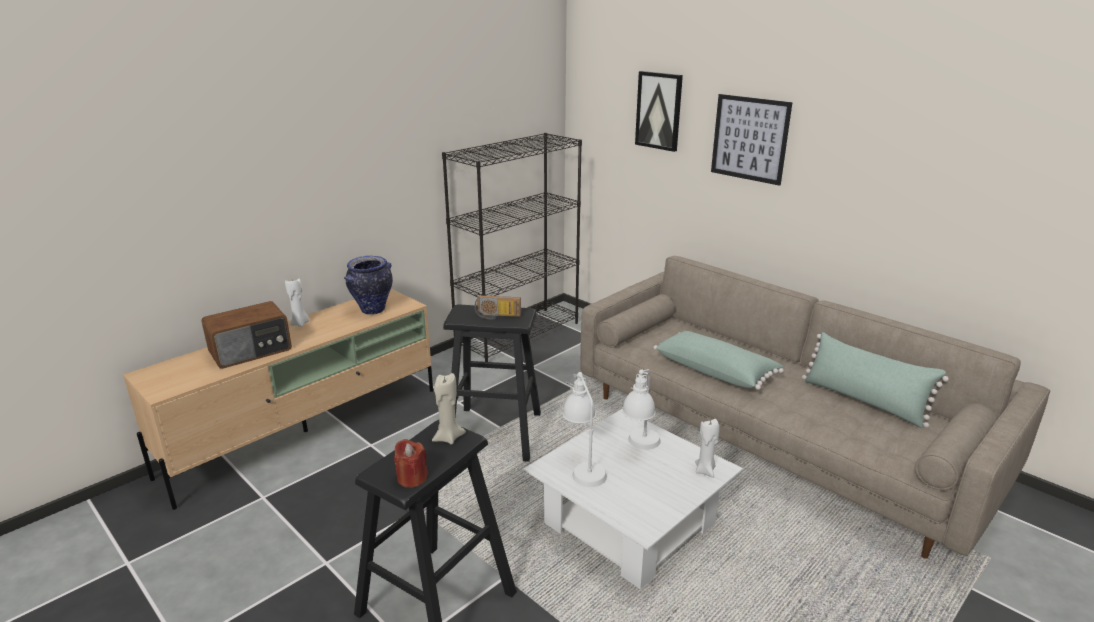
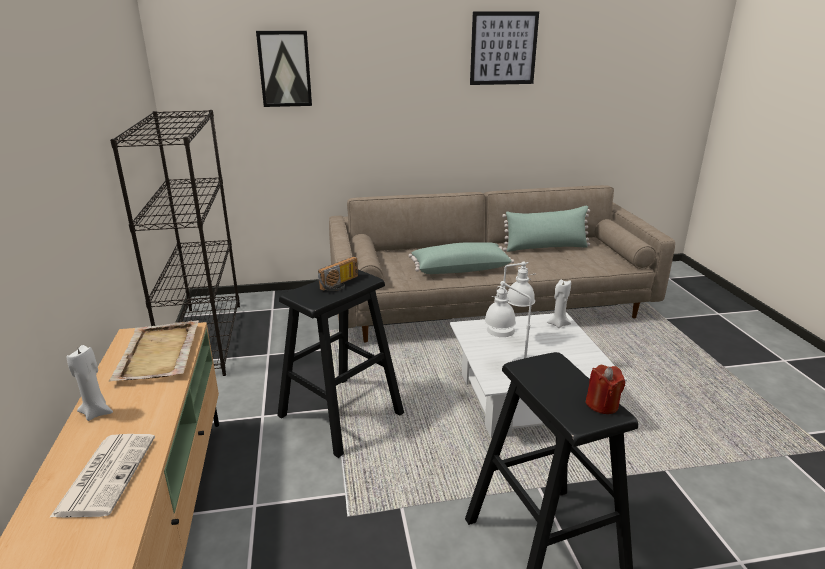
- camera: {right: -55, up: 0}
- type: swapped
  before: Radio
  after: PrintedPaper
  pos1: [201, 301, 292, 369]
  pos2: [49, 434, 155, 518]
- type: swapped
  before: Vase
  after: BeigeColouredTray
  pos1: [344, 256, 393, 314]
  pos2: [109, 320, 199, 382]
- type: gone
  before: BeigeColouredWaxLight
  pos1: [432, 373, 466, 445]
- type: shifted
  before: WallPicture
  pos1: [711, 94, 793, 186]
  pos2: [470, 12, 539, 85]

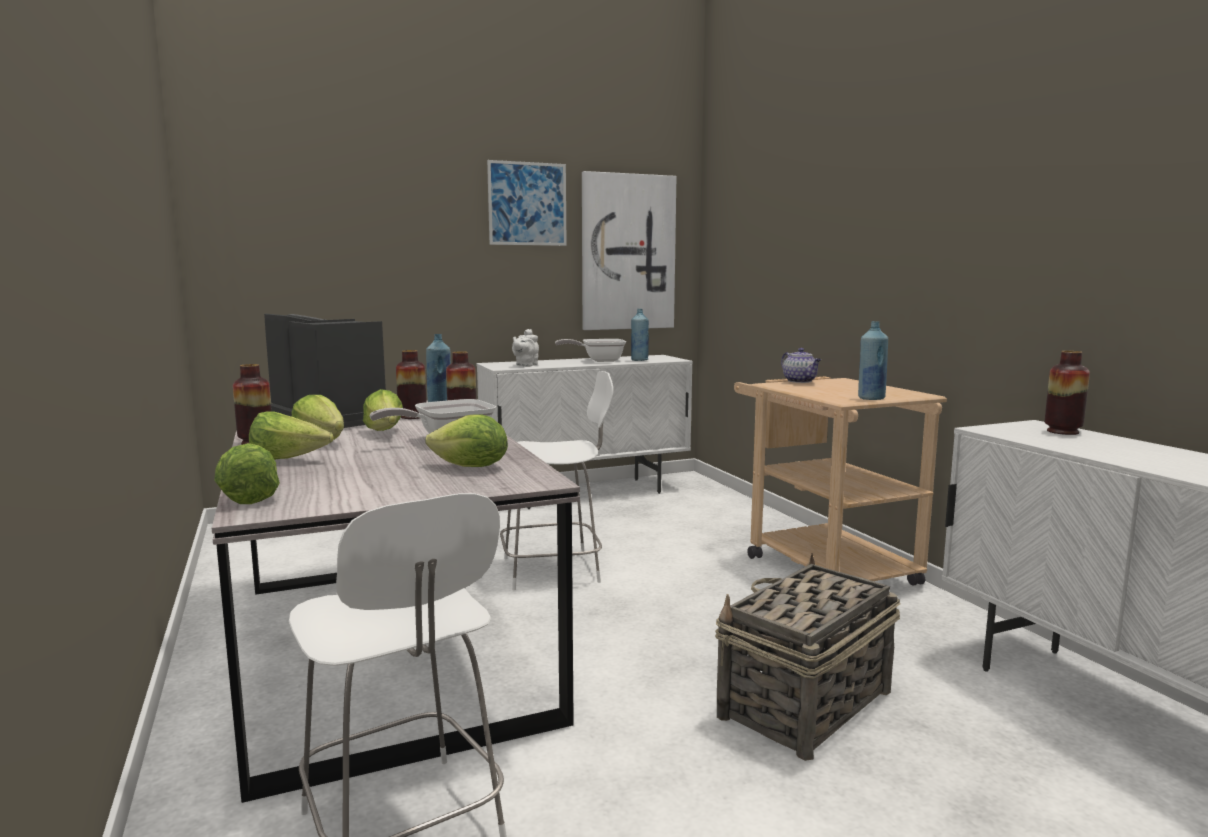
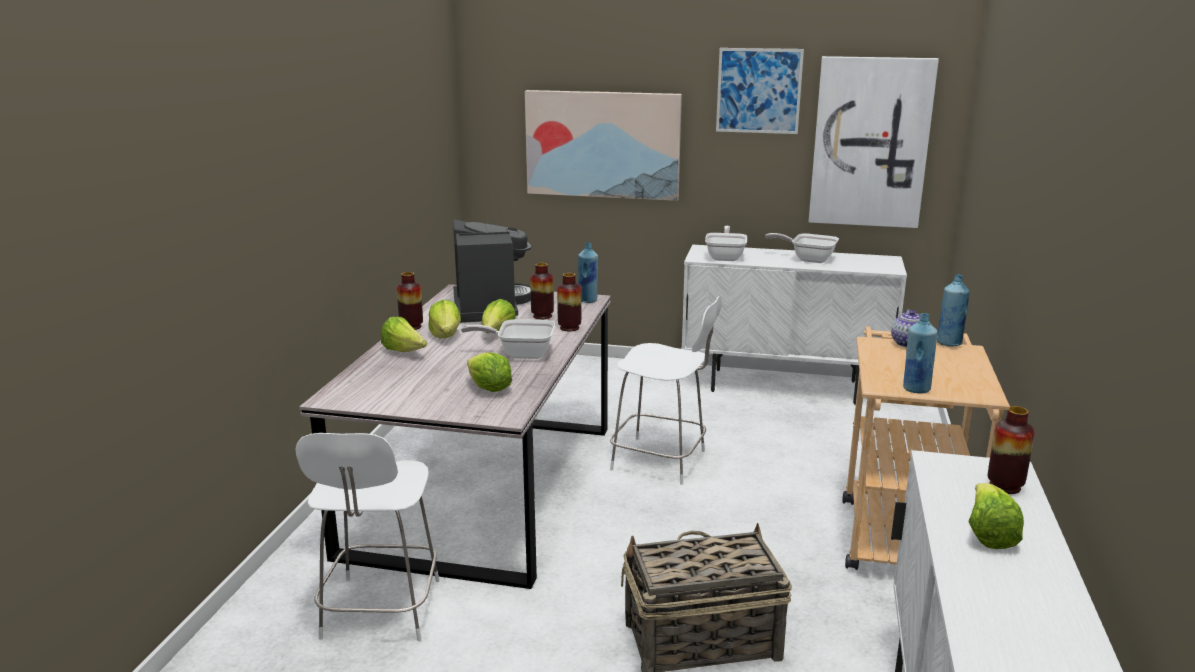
- camera: {right: 35, up: 10}
- type: shifted
  before: LettuceHead
  pos1: [214, 443, 280, 504]
  pos2: [968, 483, 1024, 549]
- type: swapped
  before: WhiteColouredTeaPot
  after: Skillet
  pos1: [512, 329, 539, 367]
  pos2: [705, 226, 747, 261]
- type: shifted
  before: BlueBeverageBottle
  pos1: [631, 309, 649, 361]
  pos2: [937, 274, 970, 347]
- type: new
  after: WallPicture
  pos2: [525, 90, 682, 201]

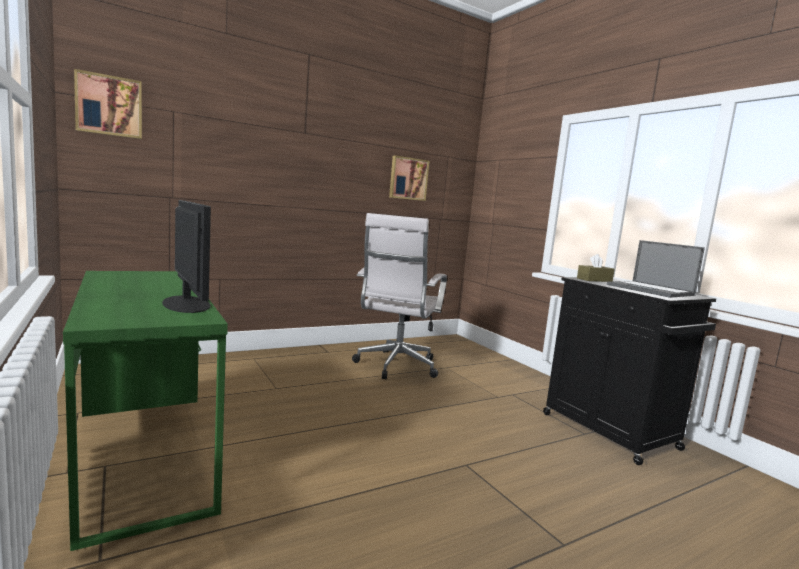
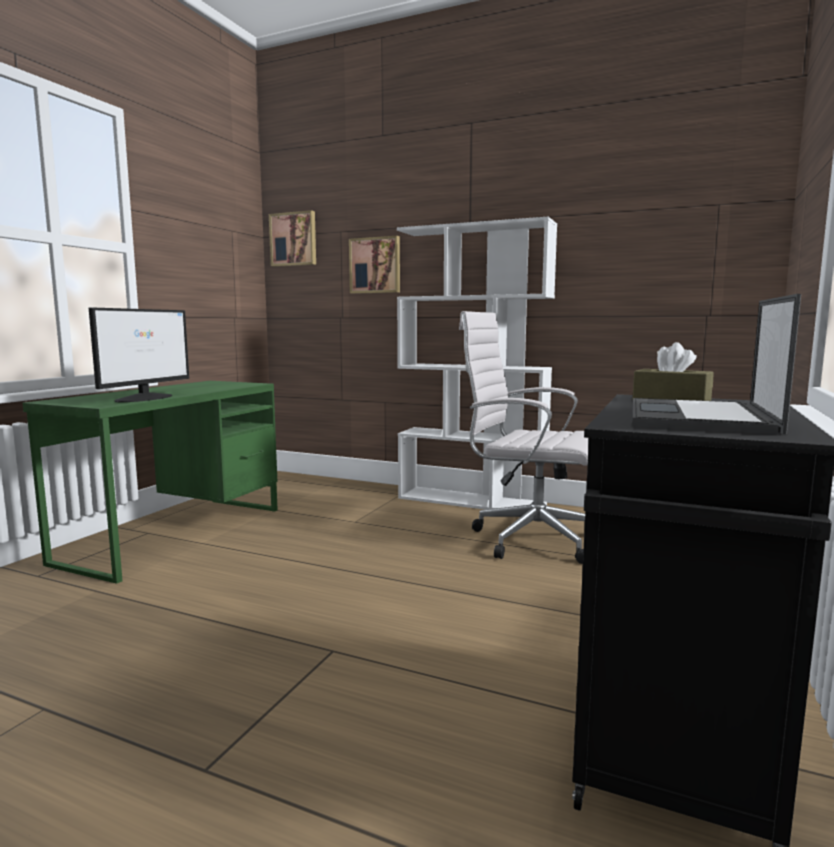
- camera: {right: 55, up: 0}
- type: rotated
  before: WhiteColouredDeskChair
  pos1: [352, 213, 447, 380]
  pos2: [459, 311, 589, 564]
  turn: 45
- type: shifted
  before: WallPicture
  pos1: [389, 155, 429, 201]
  pos2: [349, 236, 400, 294]
- type: new
  after: WhiteColouredBookshelf
  pos2: [397, 217, 557, 510]

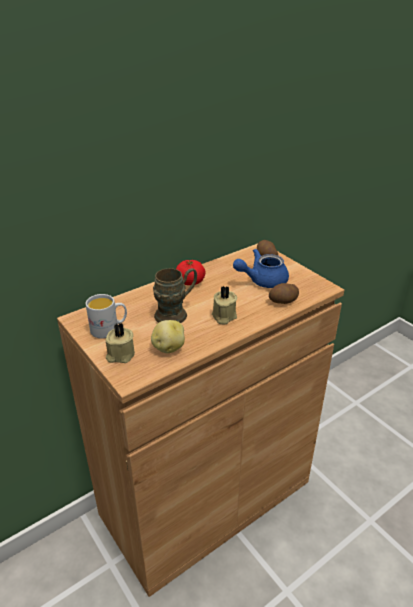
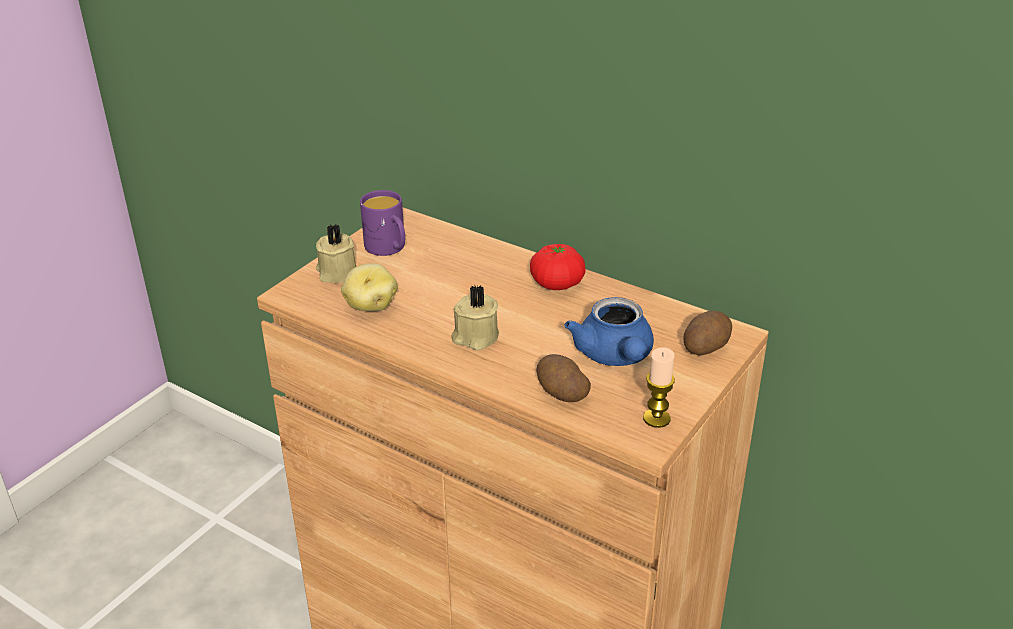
- camera: {right: 70, up: 0}
- type: repainted
  before: WhiteColouredCoffeeMug
  after: PurpleColouredCoffeeMug
  pos1: [86, 294, 127, 339]
  pos2: [360, 190, 405, 256]
- type: gone
  before: BrownCoffeeMug
  pos1: [153, 268, 197, 323]
- type: rotated
  before: BlueTeaPot
  pos1: [233, 249, 289, 288]
  pos2: [564, 297, 654, 366]
  turn: -150
- type: new
  after: WaxLight
  pos2: [643, 347, 675, 428]

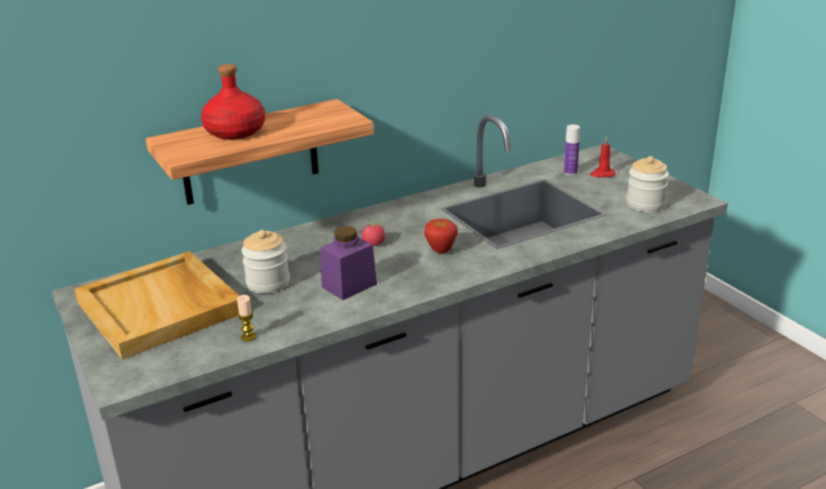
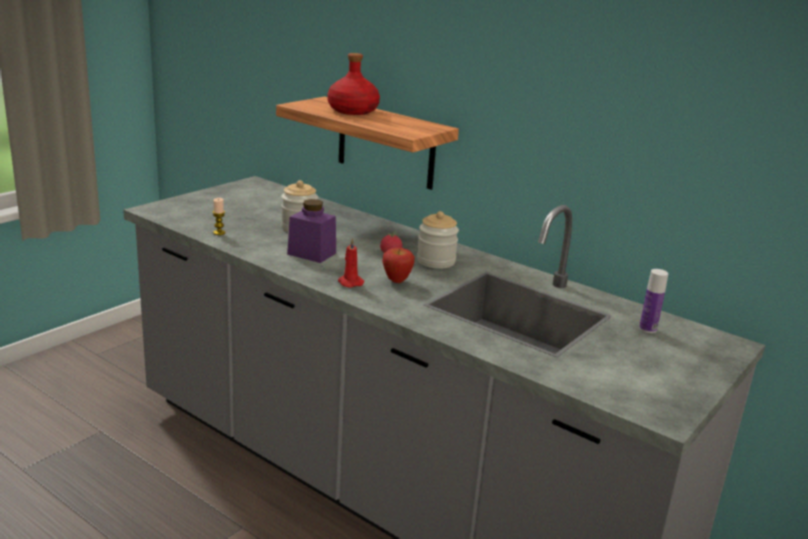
- camera: {right: 65, up: -5}
- type: gone
  before: BeigeColouredTray
  pos1: [74, 251, 239, 360]
- type: shifted
  before: RedWaxLight
  pos1: [590, 136, 615, 178]
  pos2: [338, 238, 364, 288]
- type: shifted
  before: StorageJar
  pos1: [627, 156, 669, 212]
  pos2: [417, 211, 459, 269]

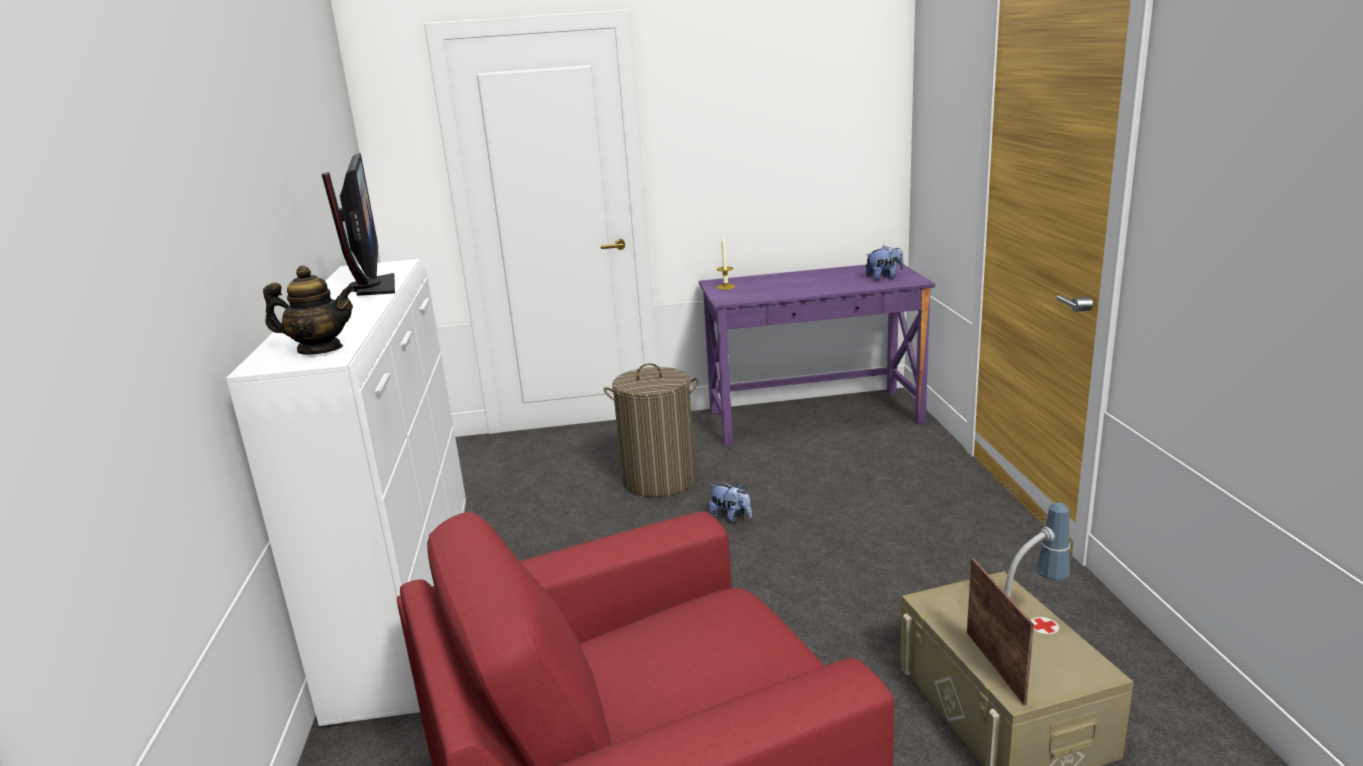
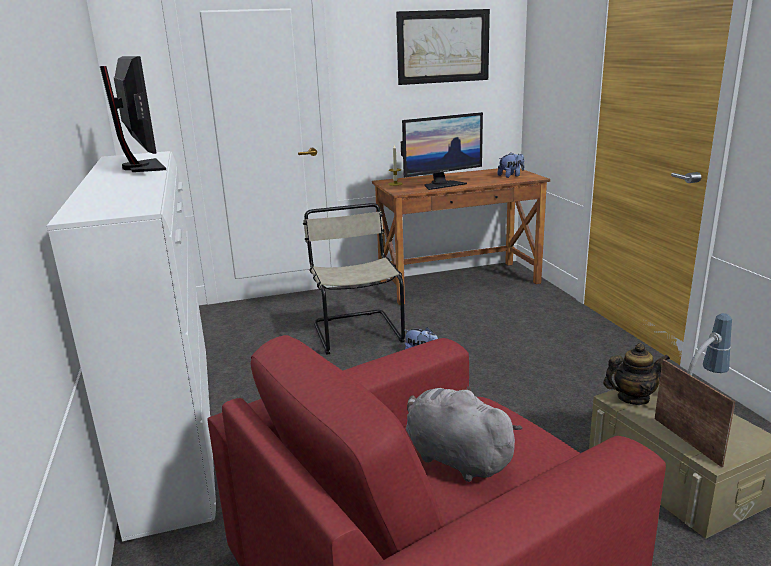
- camera: {right: -10, up: 0}
- type: shifted
  before: TeaPot
  pos1: [263, 265, 355, 355]
  pos2: [603, 343, 670, 405]
- type: swapped
  before: LaundryBasket
  after: BeigeColouredUprightChair
  pos1: [604, 363, 699, 497]
  pos2: [303, 203, 405, 354]
- type: repainted
  before: PurpleColouredDeskTable
  after: BrownDeskTable
  pos1: [699, 262, 935, 446]
  pos2: [372, 168, 550, 305]
- type: new
  after: WallPicture
  pos2: [396, 9, 490, 85]
- type: new
  after: ComputerScreen
  pos2: [401, 112, 483, 190]
- type: new
  after: GreyishSoftToy
  pos2: [406, 386, 522, 482]

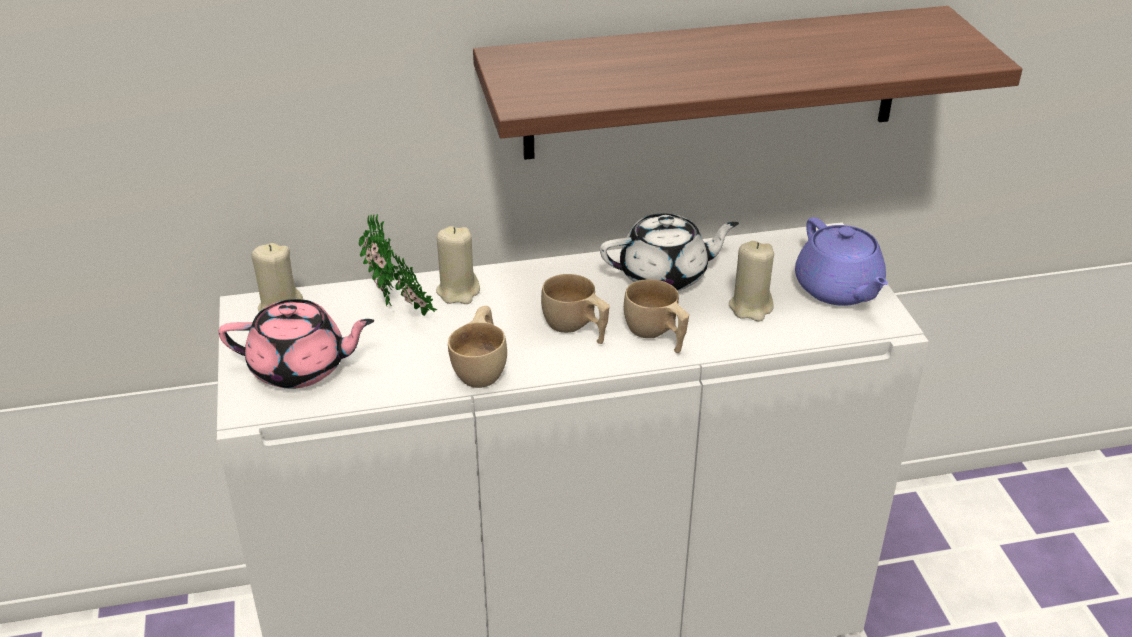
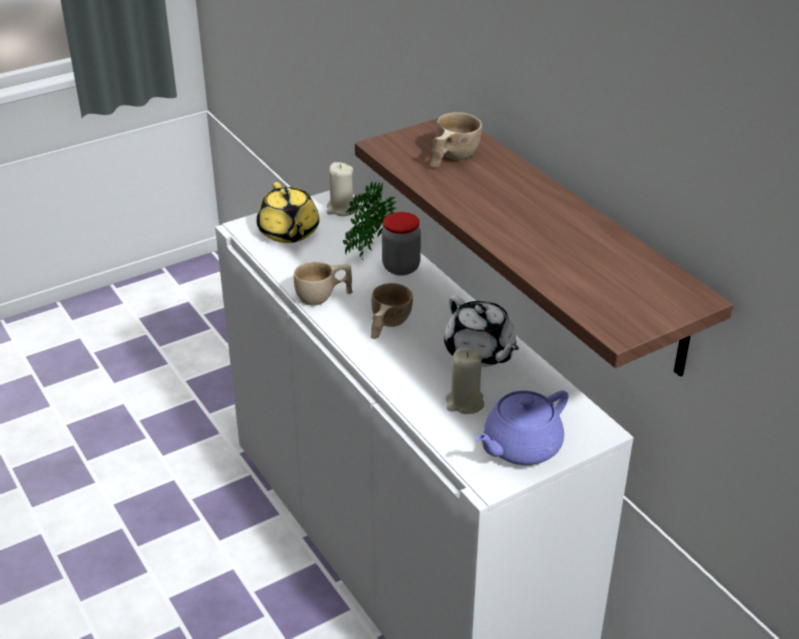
- camera: {right: 70, up: 0}
- type: repainted
  before: PinkColouredTeaPot
  after: YellowishTeaPot
  pos1: [218, 299, 374, 389]
  pos2: [257, 182, 319, 243]
- type: swapped
  before: BeigeColouredWaxLight
  after: StorageJar
  pos1: [436, 226, 480, 304]
  pos2: [382, 212, 421, 276]
- type: shifted
  before: BeigeColouredSmallCup
  pos1: [624, 279, 689, 353]
  pos2: [430, 112, 482, 168]

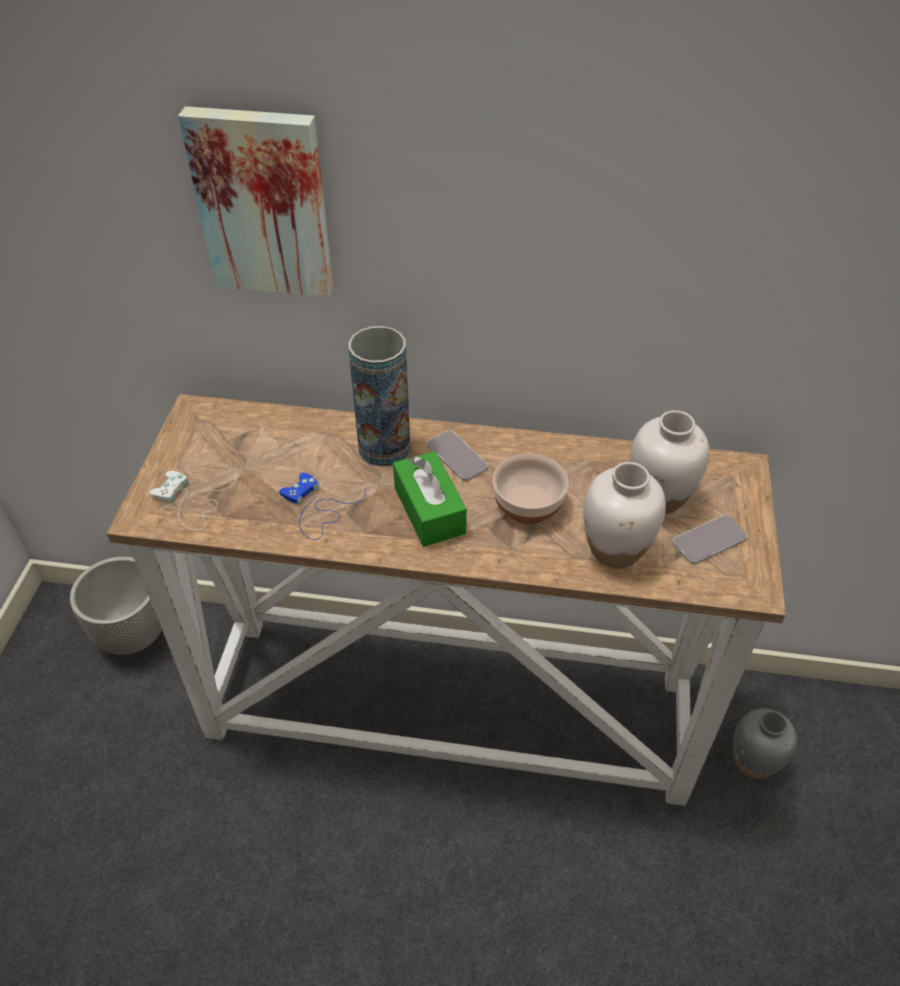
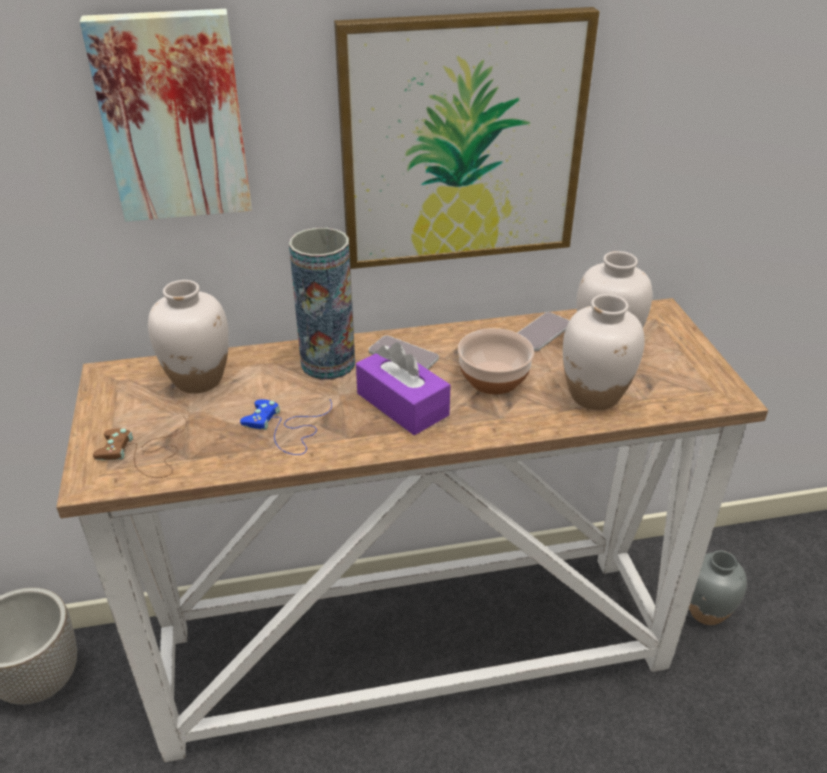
- camera: {right: -20, up: -10}
- type: repainted
  before: WhiteColouredGamepad
  after: BrownGamepad
  pos1: [150, 471, 237, 530]
  pos2: [93, 416, 187, 478]
- type: repainted
  before: GreenishBoxOfTissues
  after: PurpleColouredBoxOfTissues
  pos1: [393, 451, 467, 547]
  pos2: [356, 342, 451, 435]
- type: shifted
  before: Phone
  pos1: [672, 515, 748, 564]
  pos2: [517, 312, 570, 351]
- type: new
  after: WhiteColouredVase
  pos2: [148, 280, 229, 394]
- type: new
  after: WallPicture
  pos2: [334, 7, 600, 269]

